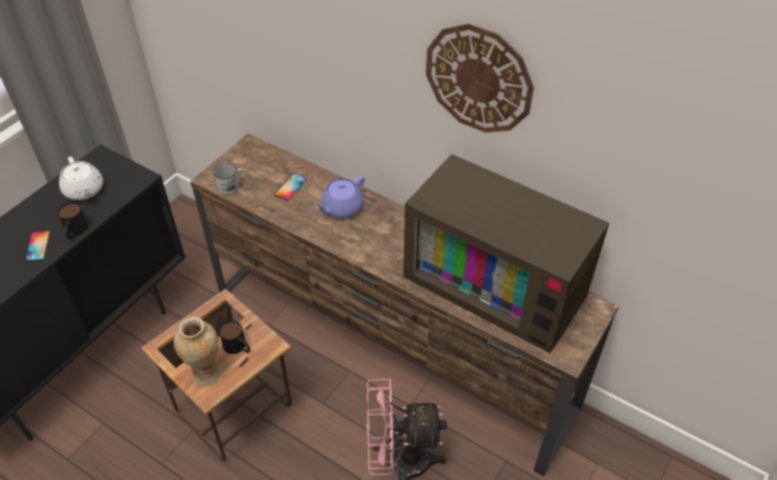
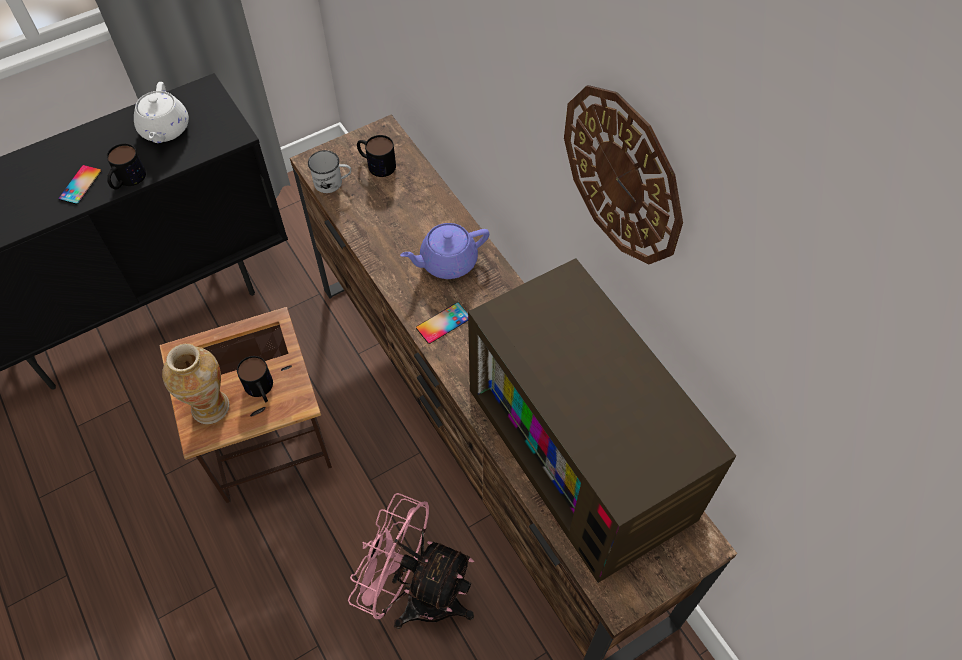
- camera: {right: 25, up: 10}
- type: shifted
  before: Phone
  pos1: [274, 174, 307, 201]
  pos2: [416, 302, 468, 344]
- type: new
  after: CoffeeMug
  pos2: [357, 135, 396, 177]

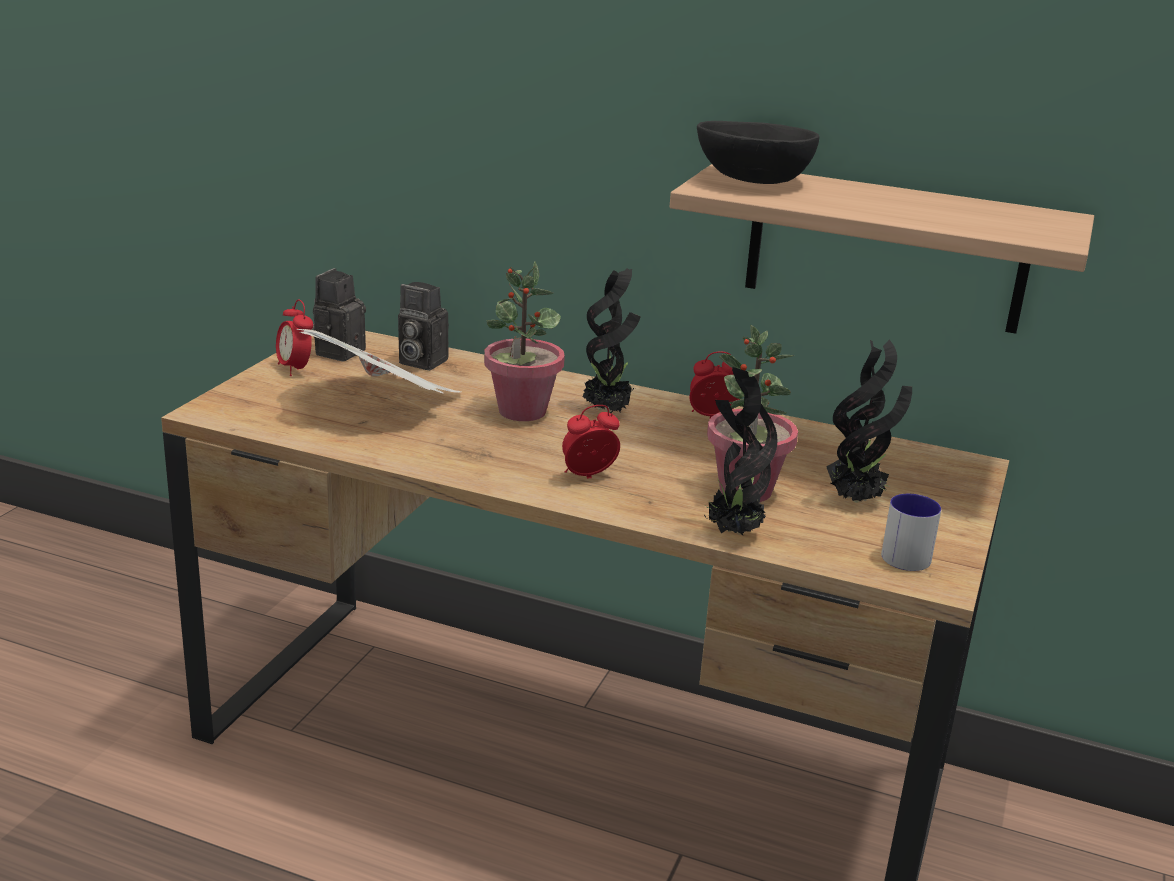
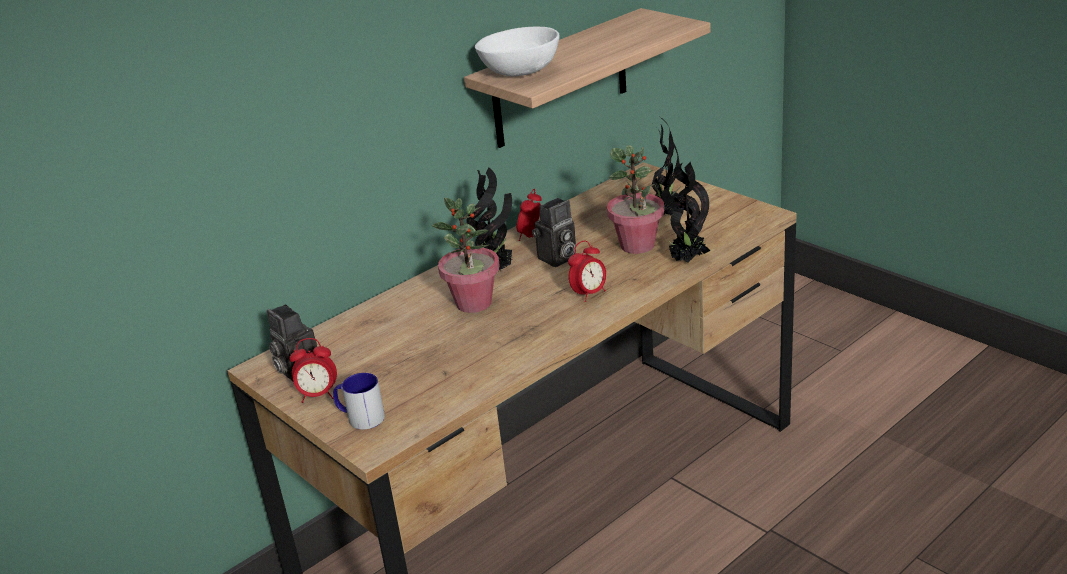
- camera: {right: -60, up: 5}
- type: gone
  before: PrintedPaper
  pos1: [296, 329, 461, 394]
- type: shifted
  before: PhotoCamera
  pos1: [398, 282, 449, 370]
  pos2: [532, 198, 576, 267]
- type: rotated
  before: TableClock
  pos1: [562, 405, 620, 479]
  pos2: [568, 241, 606, 302]
  turn: -135
- type: repainted
  before: BlackBowl
  after: WhiteColouredBowl
  pos1: [697, 121, 820, 184]
  pos2: [475, 27, 559, 76]
- type: shifted
  before: CoffeeMug
  pos1: [881, 494, 941, 571]
  pos2: [333, 373, 385, 430]

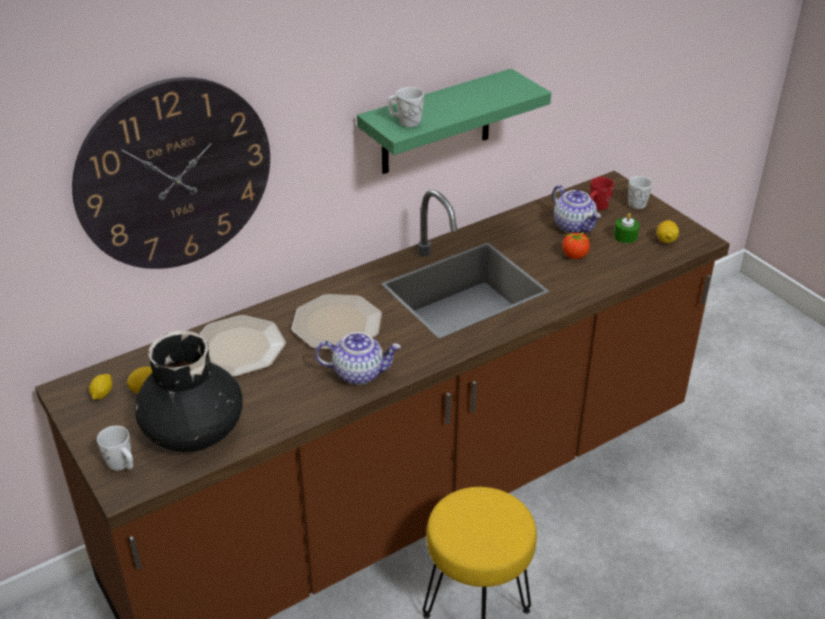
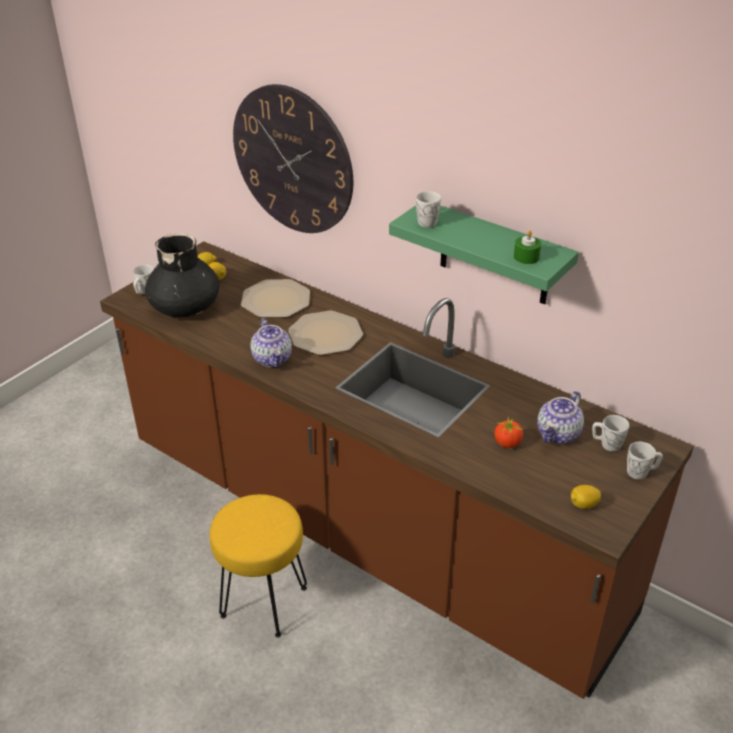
- camera: {right: 70, up: 0}
- type: repainted
  before: RedCoffeeMug
  after: WhiteColouredCoffeeMug
  pos1: [590, 177, 614, 210]
  pos2: [592, 415, 629, 452]
- type: shifted
  before: GreenishWaxLight
  pos1: [614, 213, 640, 243]
  pos2: [514, 230, 541, 264]

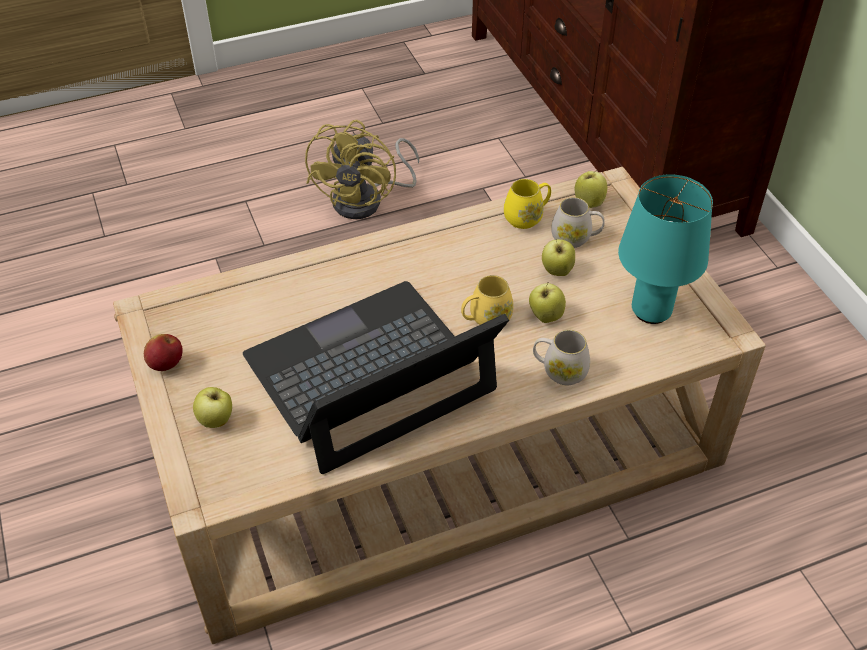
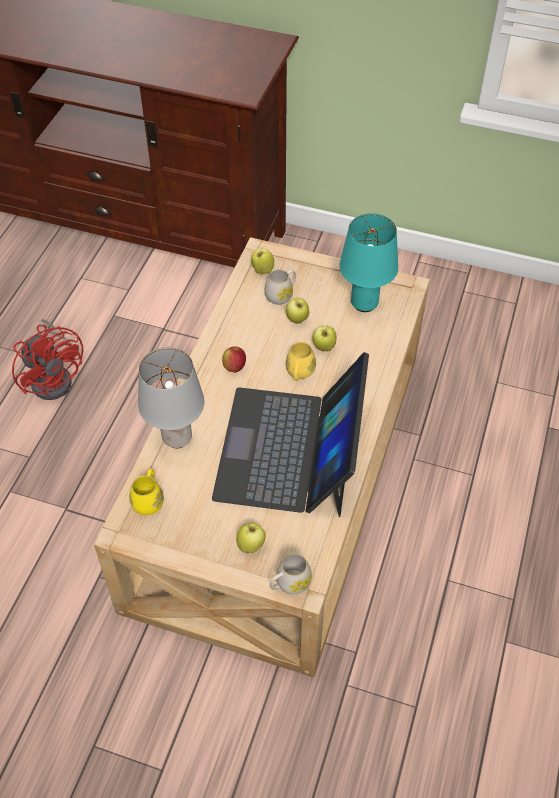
- camera: {right: -50, up: 5}
- type: shifted
  before: WholeApple
  pos1: [144, 334, 183, 371]
  pos2: [222, 347, 246, 372]
- type: repainted
  before: YellowishFan
  after: RedFan
  pos1: [305, 120, 419, 219]
  pos2: [12, 319, 83, 400]
- type: shifted
  before: YellowishCoffeeMug
  pos1: [504, 179, 551, 229]
  pos2: [129, 469, 164, 515]
- type: shifted
  before: WhiteColouredCoffeeMug
  pos1: [533, 330, 590, 385]
  pos2: [270, 553, 312, 595]
- type: new
  after: GreyishLampForATable
  pos2: [138, 347, 204, 448]

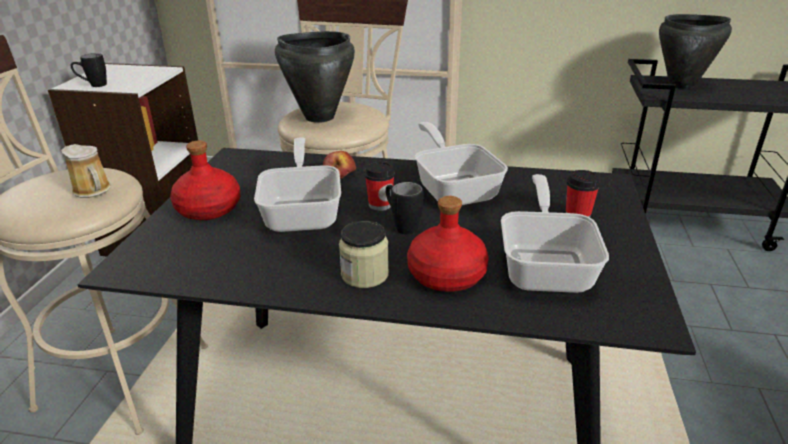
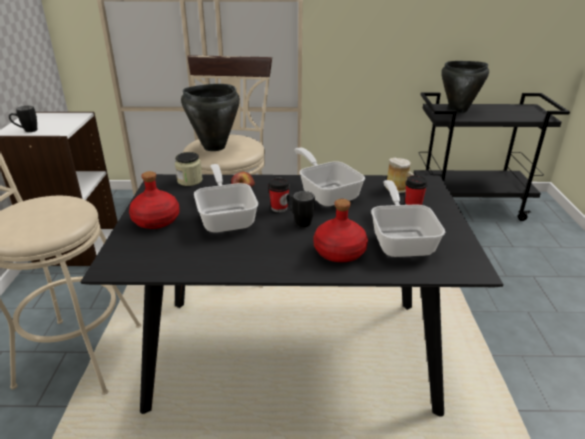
- camera: {right: -10, up: 0}
- type: shifted
  before: CoffeeMug
  pos1: [61, 144, 111, 198]
  pos2: [386, 158, 414, 193]
- type: shifted
  before: StorageJar
  pos1: [339, 221, 389, 288]
  pos2: [175, 152, 202, 186]

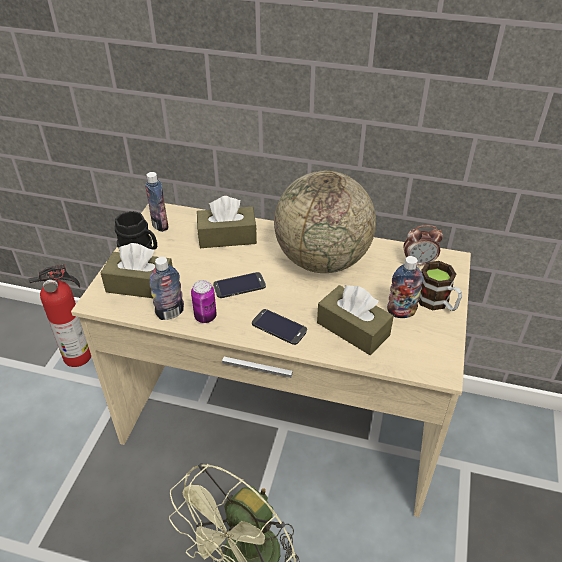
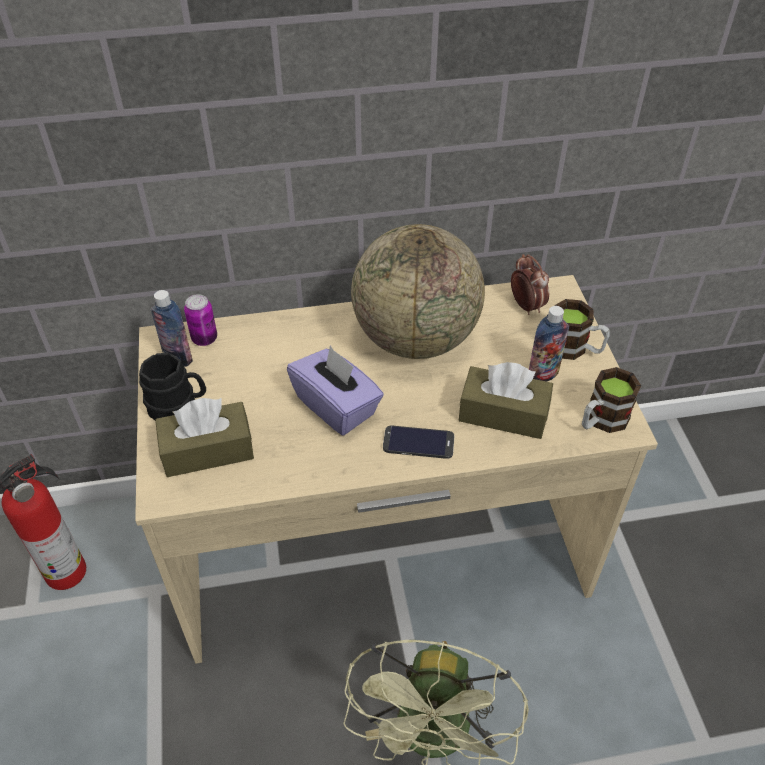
- camera: {right: -25, up: 5}
- type: gone
  before: BeverageBottle
  pos1: [149, 257, 184, 320]
- type: shifted
  before: MetalCan
  pos1: [191, 280, 217, 323]
  pos2: [184, 294, 217, 346]
- type: gone
  before: BrownBoxOfTissues
  pos1: [197, 196, 257, 248]
- type: swapped
  before: Phone
  after: PurpleColouredBoxOfTissues
  pos1: [213, 272, 266, 298]
  pos2: [287, 346, 384, 436]
- type: rotated
  before: TableClock
  pos1: [404, 225, 443, 266]
  pos2: [511, 254, 549, 315]
  turn: -90
- type: new
  after: CoffeeMug
  pos2: [582, 367, 641, 433]

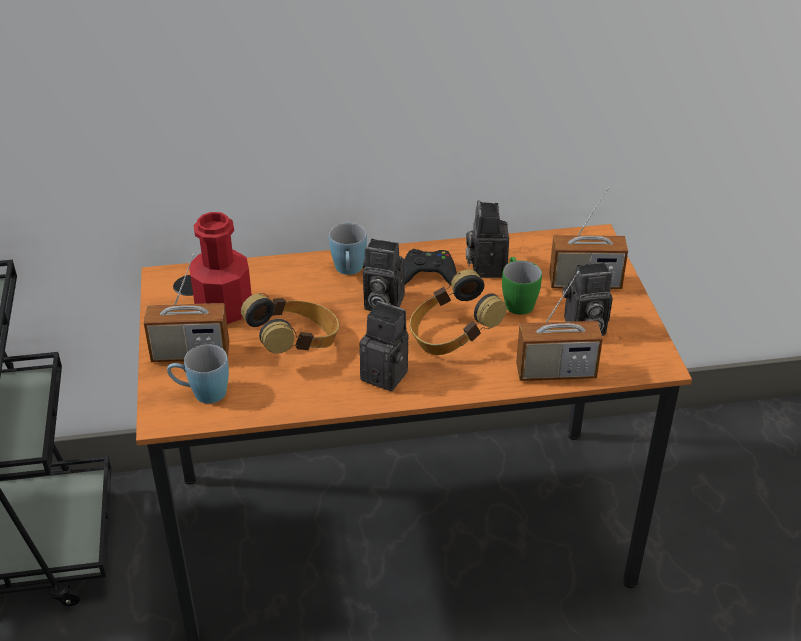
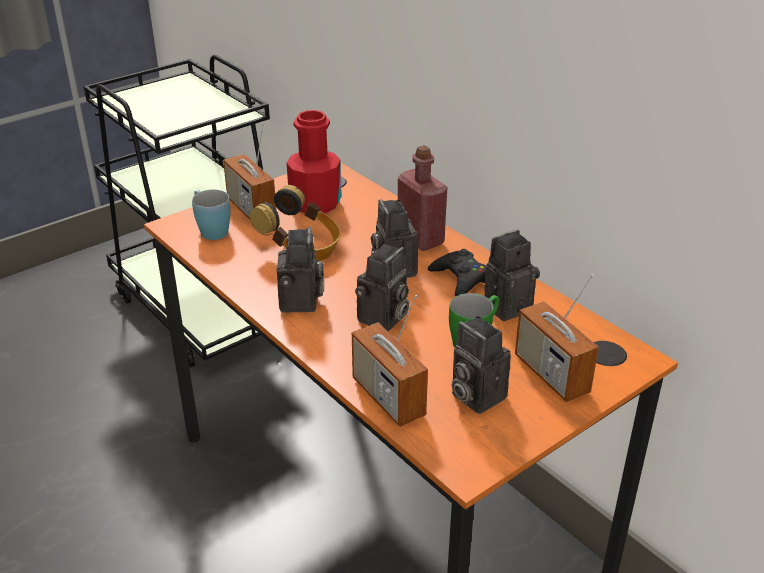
- camera: {right: 60, up: -5}
- type: swapped
  before: BlueCoffeeMug
  after: RedBeverageBottle
  pos1: [329, 223, 367, 275]
  pos2: [398, 145, 448, 251]
- type: swapped
  before: Headphones
  after: PhotoCamera
  pos1: [409, 269, 507, 355]
  pos2: [355, 244, 409, 331]

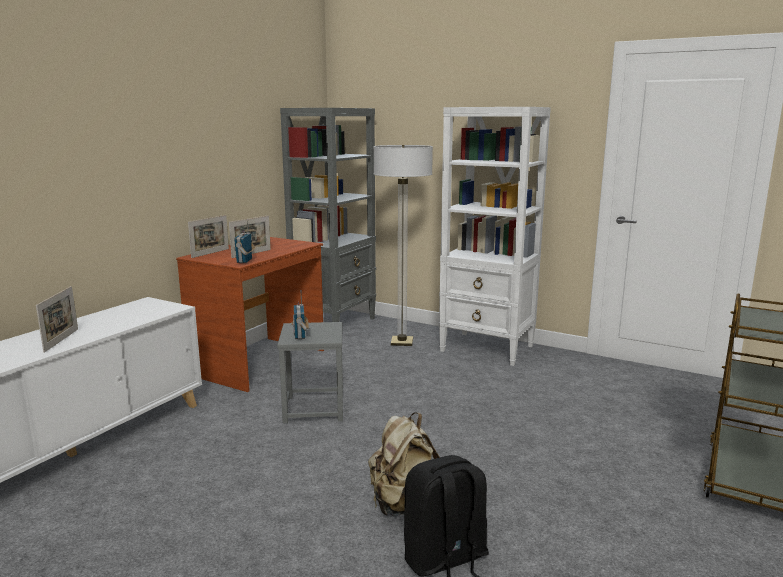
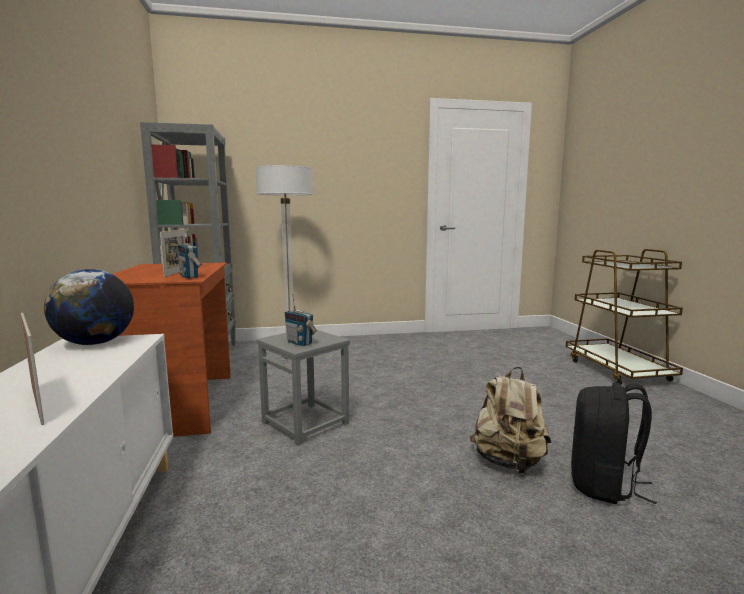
- camera: {right: -40, up: -5}
- type: gone
  before: PhotoFrame
  pos1: [188, 215, 229, 258]
- type: gone
  before: WhiteColouredBookshelf
  pos1: [439, 107, 551, 366]
- type: new
  after: DeskGlobe
  pos2: [44, 269, 134, 345]

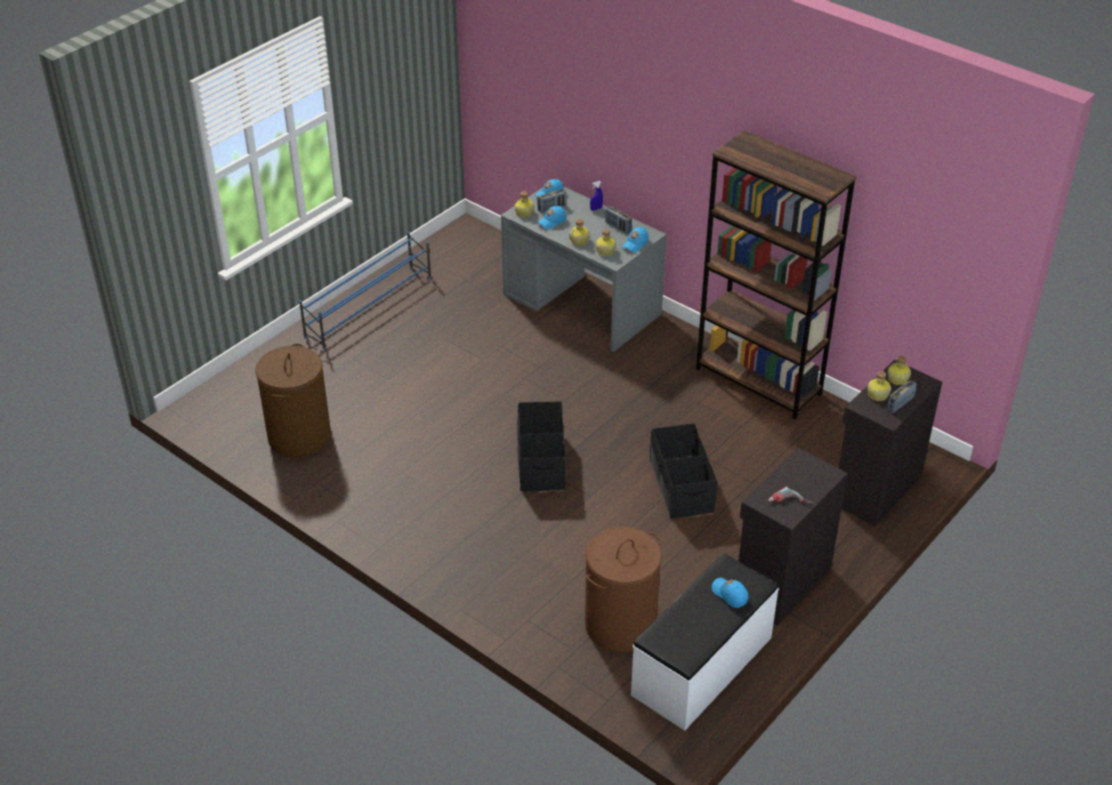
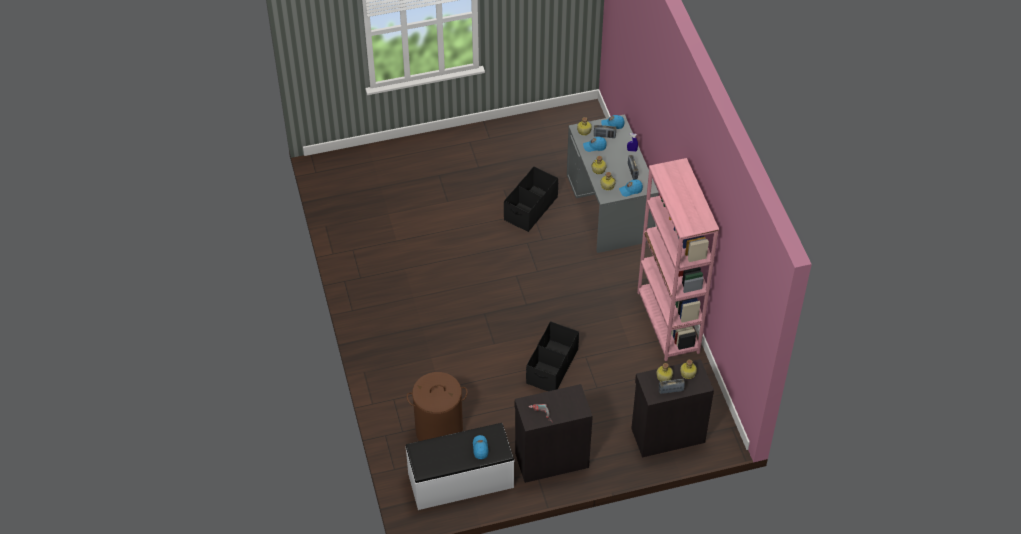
- camera: {right: 35, up: 10}
- type: gone
  before: BrownLaundryBasket
  pos1: [255, 344, 331, 457]
- type: gone
  before: BlueShoeStand
  pos1: [299, 232, 431, 350]
- type: shifted
  before: BlackStorageBin
  pos1: [517, 401, 566, 491]
  pos2: [504, 166, 558, 232]
- type: repainted
  before: BrownBookshelf
  after: PinkColouredBookshelf
  pos1: [696, 130, 856, 419]
  pos2: [637, 158, 719, 361]

